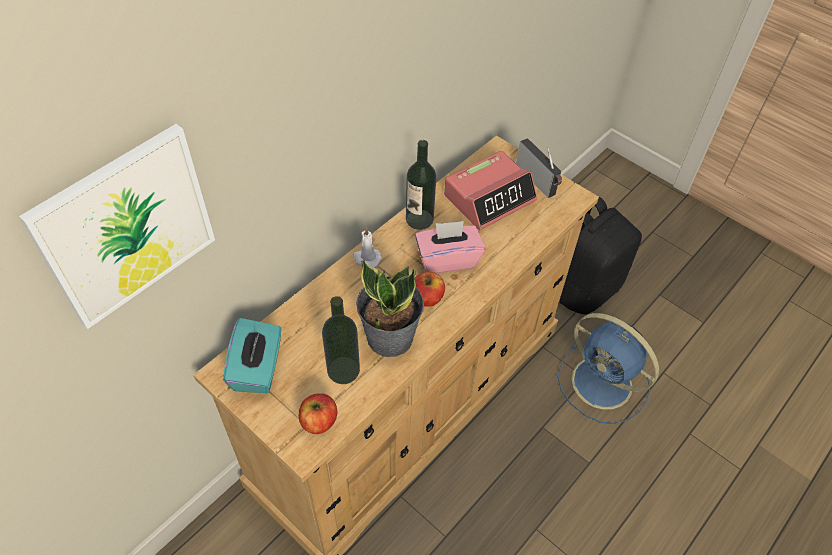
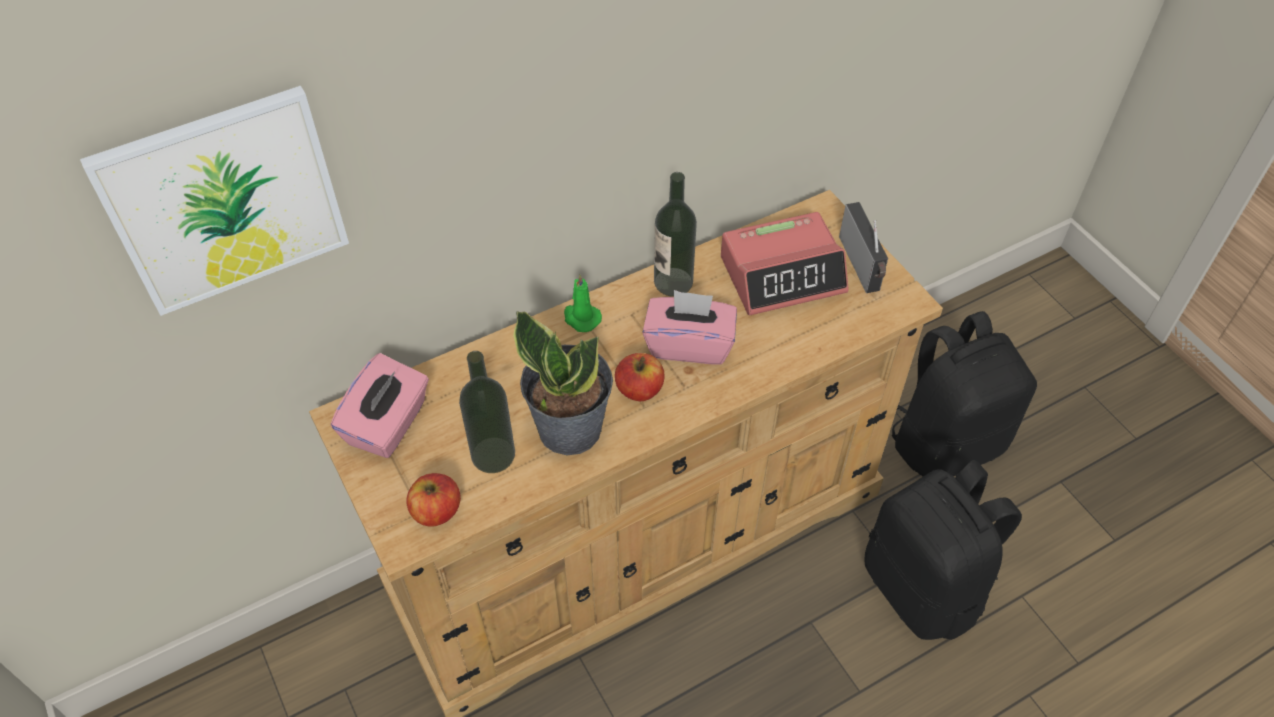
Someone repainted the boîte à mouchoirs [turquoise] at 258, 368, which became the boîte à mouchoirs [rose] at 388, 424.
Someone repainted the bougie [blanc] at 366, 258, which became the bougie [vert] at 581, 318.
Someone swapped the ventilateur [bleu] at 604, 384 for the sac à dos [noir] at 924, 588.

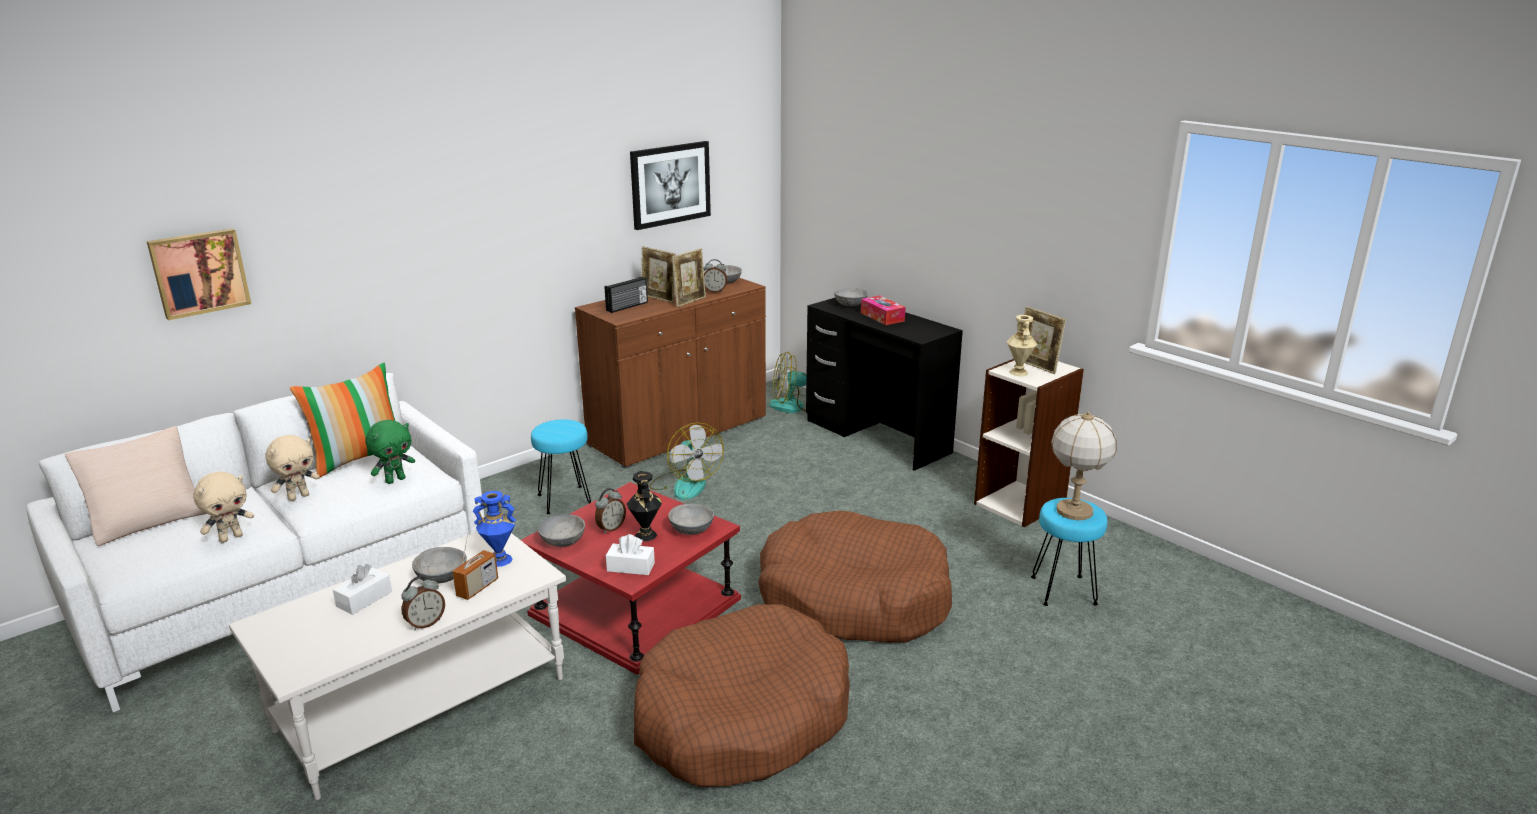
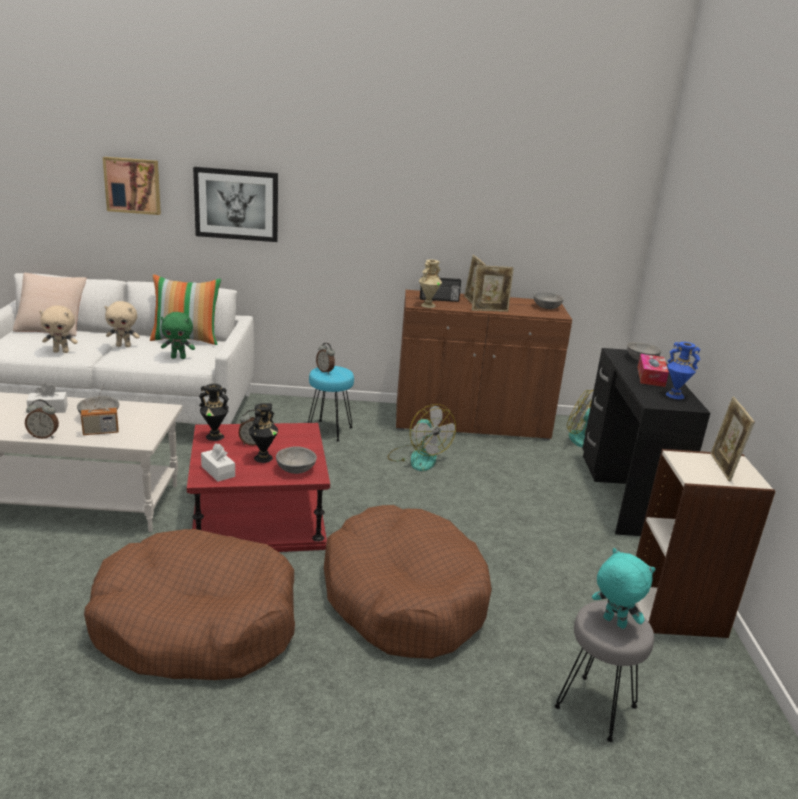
Someone carried the vase [bleu] from 499, 560 to 674, 395.
Someone swapped the bol [gris] at 563, 540 for the vase [noir] at 215, 436.
Someone carried the tableau from 670, 184 to 236, 204.
Someone rotated the ventilateur at 685, 484 by 45 degrees counterclockwise.
Someone carried the réveil from 715, 291 to 325, 371.
Someone carried the vase [beige] from 1018, 372 to 428, 305.
Someone repainted the tabouret [turquoise] at 1063, 591, which became the tabouret [gris] at 595, 708.
Someone swapped the lampe de table at 1073, 511 for the peluche [turquoise] at 613, 623.

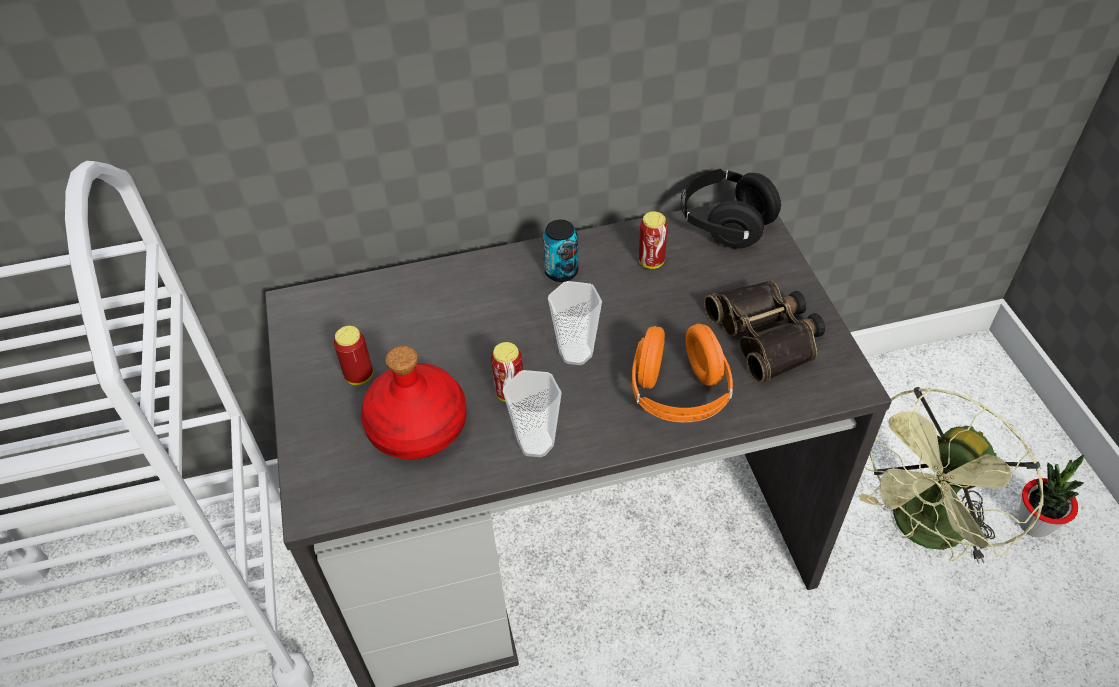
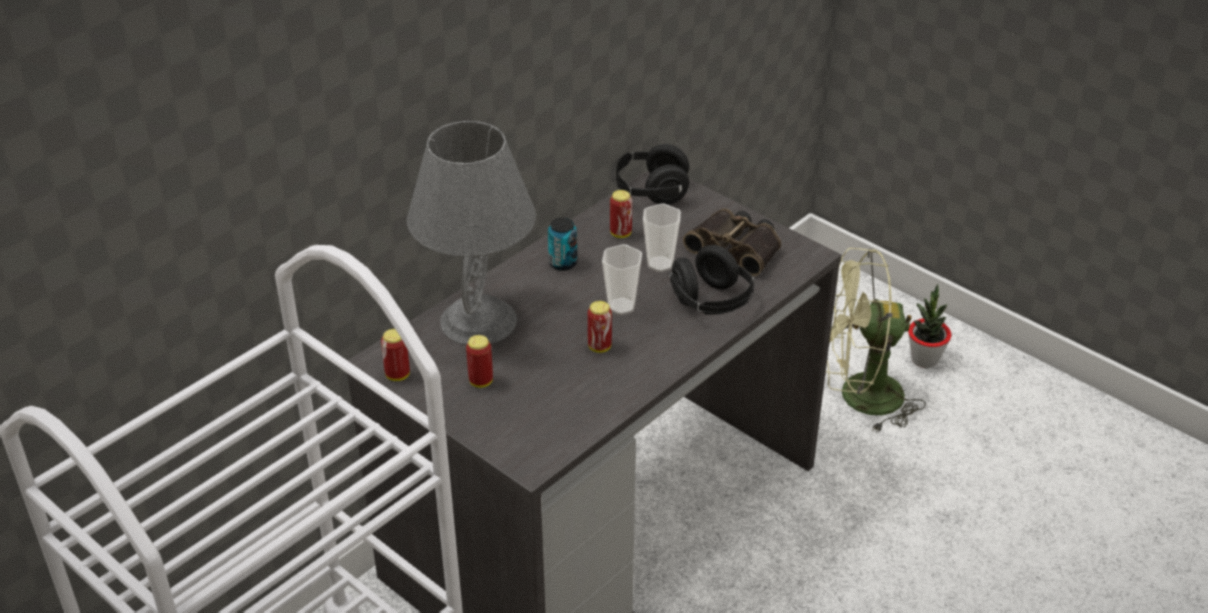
Someone took away the bouteille [rouge] at 419, 426.
Someone carried the tasse from 536, 443 to 660, 264.
Someone repainted the casque audio [orange] at 678, 394, which became the casque audio [noir] at 711, 302.
Someone rotated the ventilateur [vert] at 923, 532 by 75 degrees clockwise.
Someone put down the boîte métallique at 397, 375.
Someone put down the lampe de table [gris] at 478, 320.

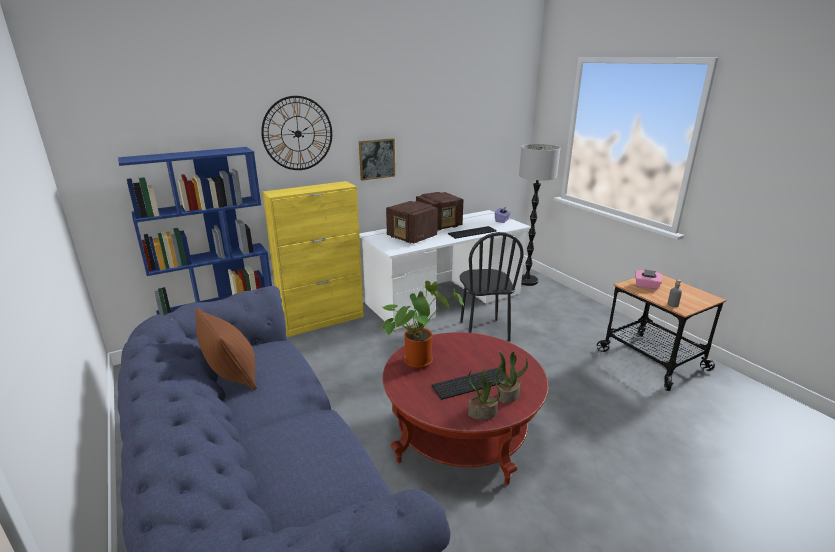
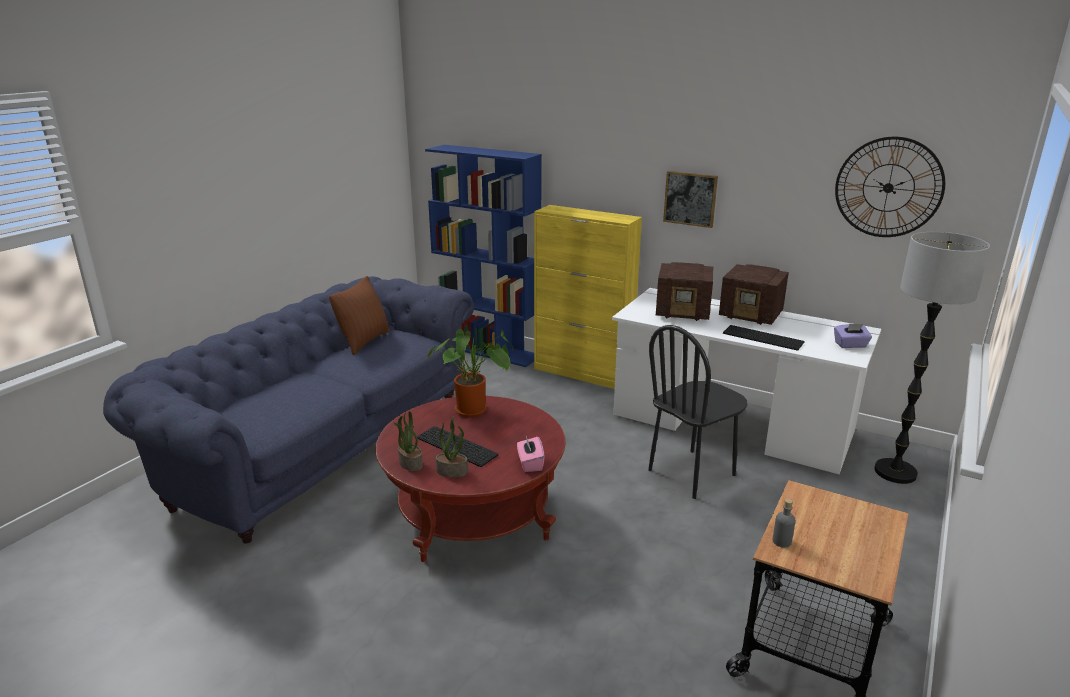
Someone carried the horloge murale from 298, 133 to 888, 188.
Someone rotated the radio at 412, 237 by 90 degrees counterclockwise.
Someone carried the boîte à mouchoirs [rose] from 646, 286 to 530, 463.

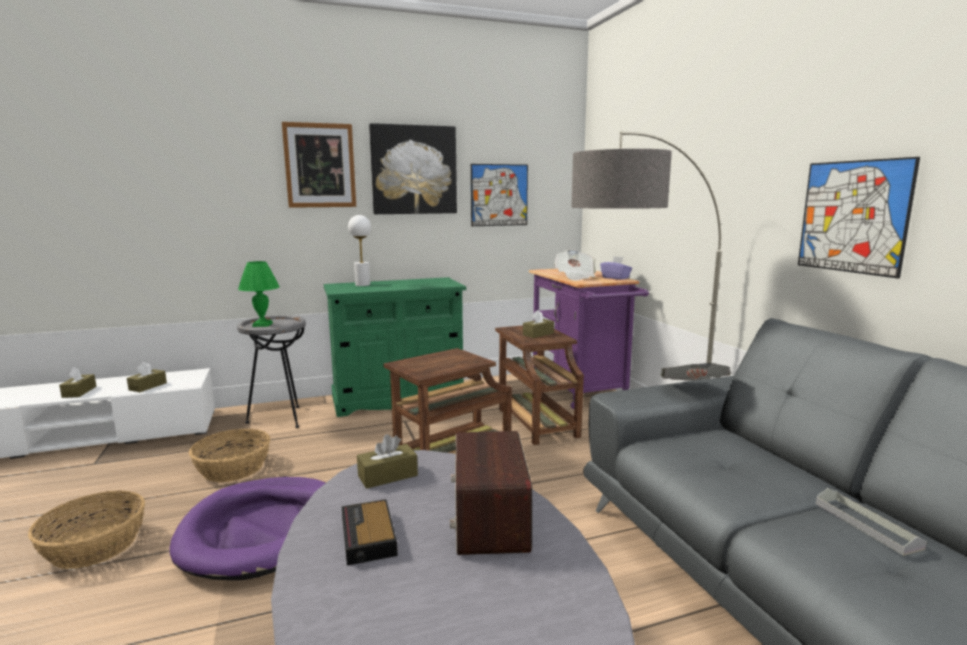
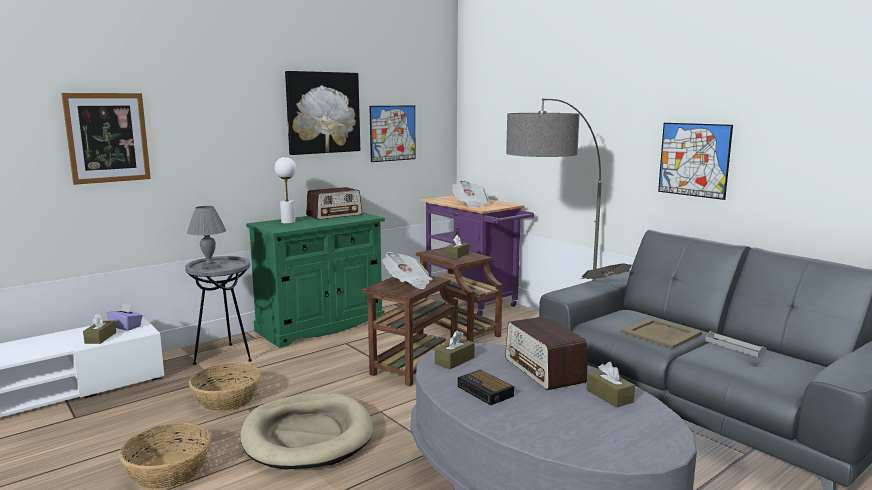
Someone carried the boîte à mouchoirs [marron] from 79, 392 to 609, 396.
Someone repainted the panier pour chien [violet] at 262, 530, which became the panier pour chien [beige] at 307, 435.
Someone repainted the lampe de table [vert] at 262, 325, which became the lampe de table [gris] at 209, 266.
Someone carried the tableau from 320, 165 to 107, 137.
Someone carried the boîte à mouchoirs [violet] from 615, 278 to 126, 327.
Someone put down the radio at 334, 215.
Someone put down the journal at 408, 283.
Someone put down the plateau [beige] at 660, 333.

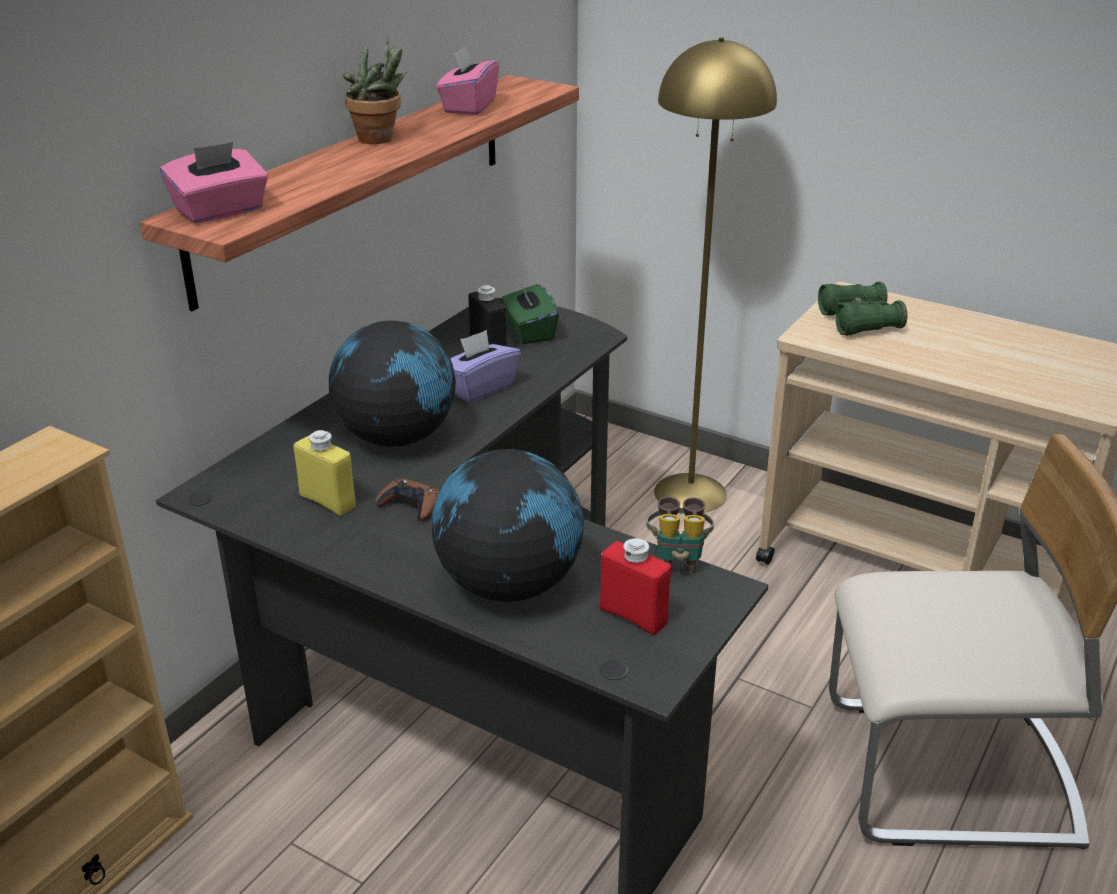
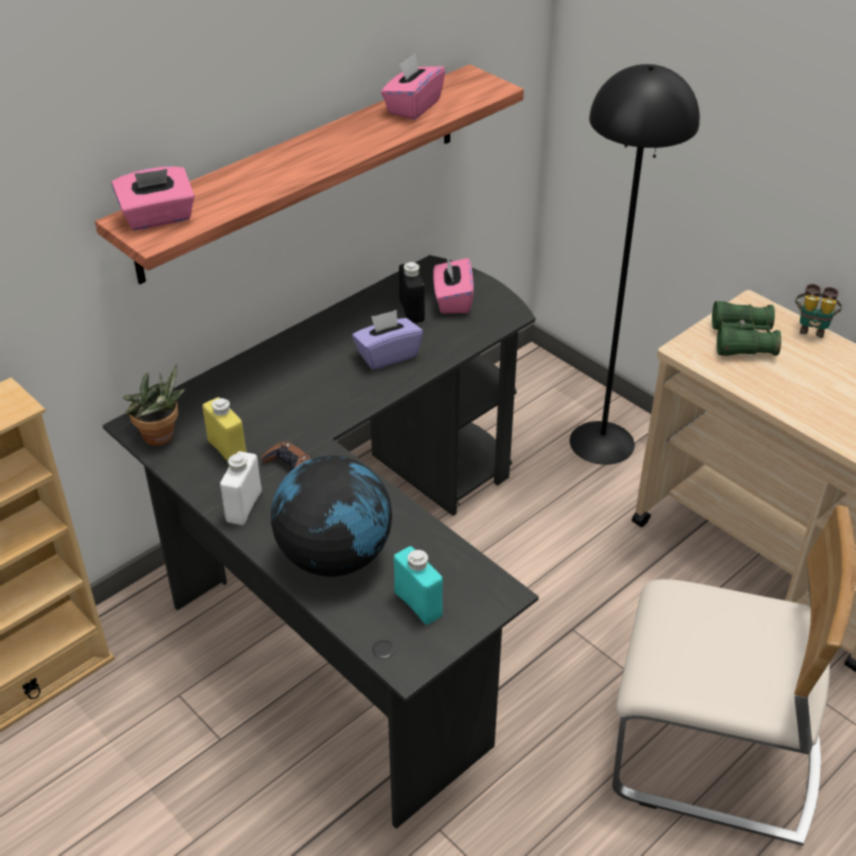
Someone took away the globe at 397, 437.
Someone carried the plante en pot from 380, 140 to 162, 438.
Someone repainted the boîte à mouchoirs [vert] at 529, 332, which became the boîte à mouchoirs [rose] at 452, 300.
Someone repainted the bouteille [rouge] at 633, 616, which became the bouteille [turquoise] at 418, 604.
Someone carried the jumelles from 678, 560 to 812, 328.
Someone repainted the lampadaire [jaune] at 690, 492, which became the lampadaire [noir] at 602, 442.
Someone put down the bouteille [blanc] at 244, 507.

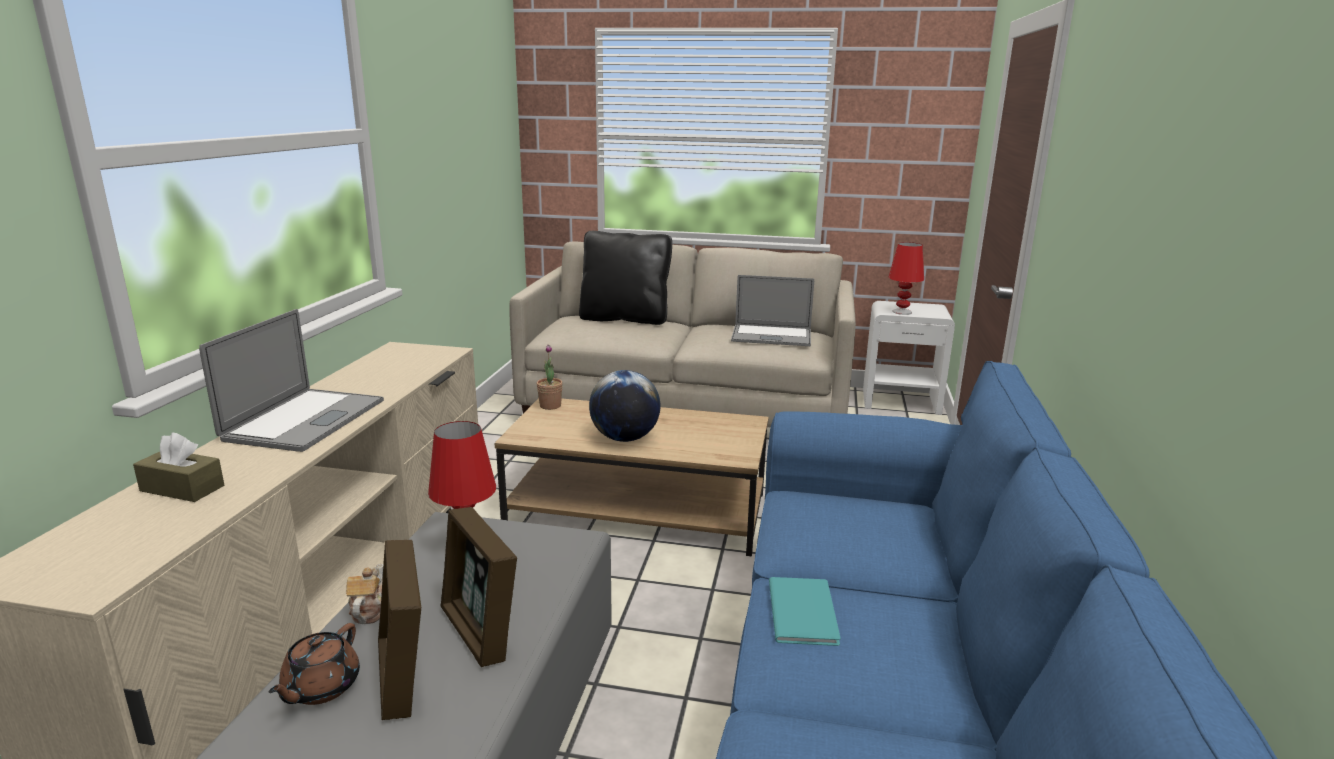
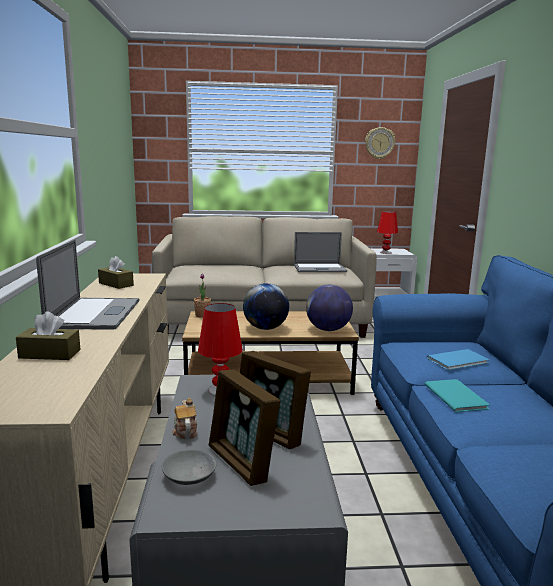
Someone swapped the théière [marron] at 320, 688 for the bol [gris] at 190, 476.
Someone took away the coussin [noir] at 625, 319.
Someone put down the boîte à mouchoirs [marron] at 116, 284.
Someone put down the globe at 328, 329.
Someone put up the horloge murale at 379, 143.
Someone put down the livre [bleu] at 459, 361.

